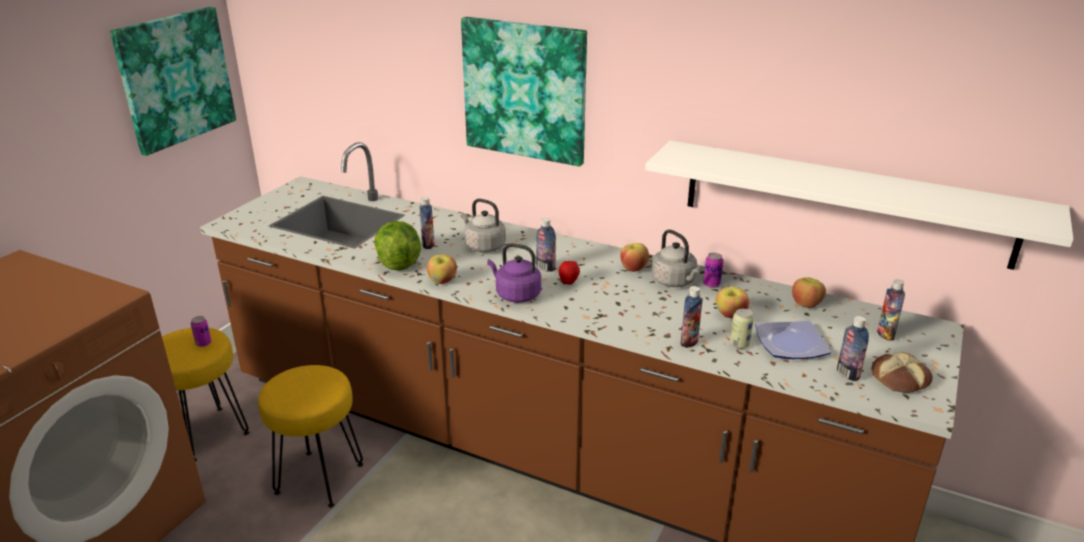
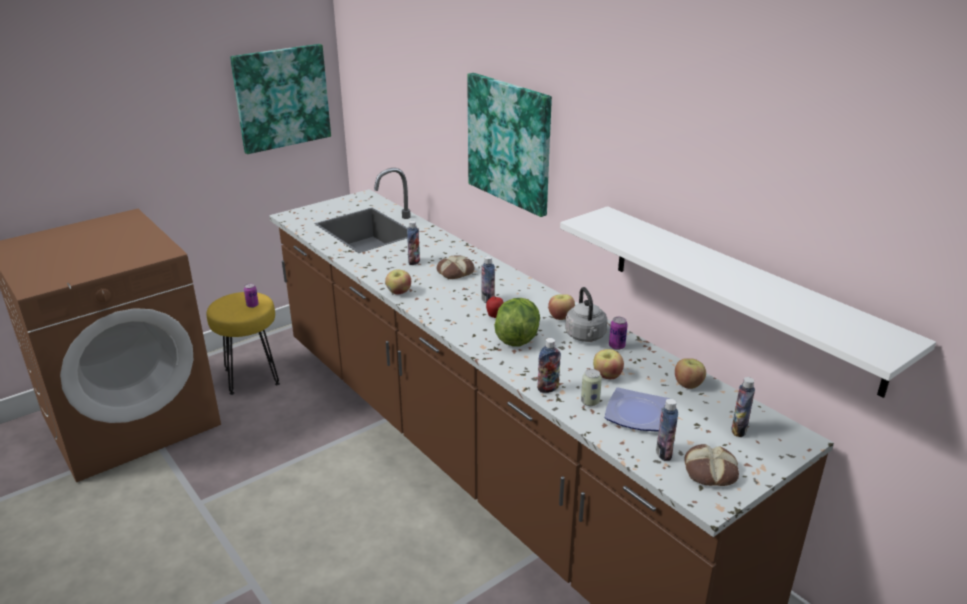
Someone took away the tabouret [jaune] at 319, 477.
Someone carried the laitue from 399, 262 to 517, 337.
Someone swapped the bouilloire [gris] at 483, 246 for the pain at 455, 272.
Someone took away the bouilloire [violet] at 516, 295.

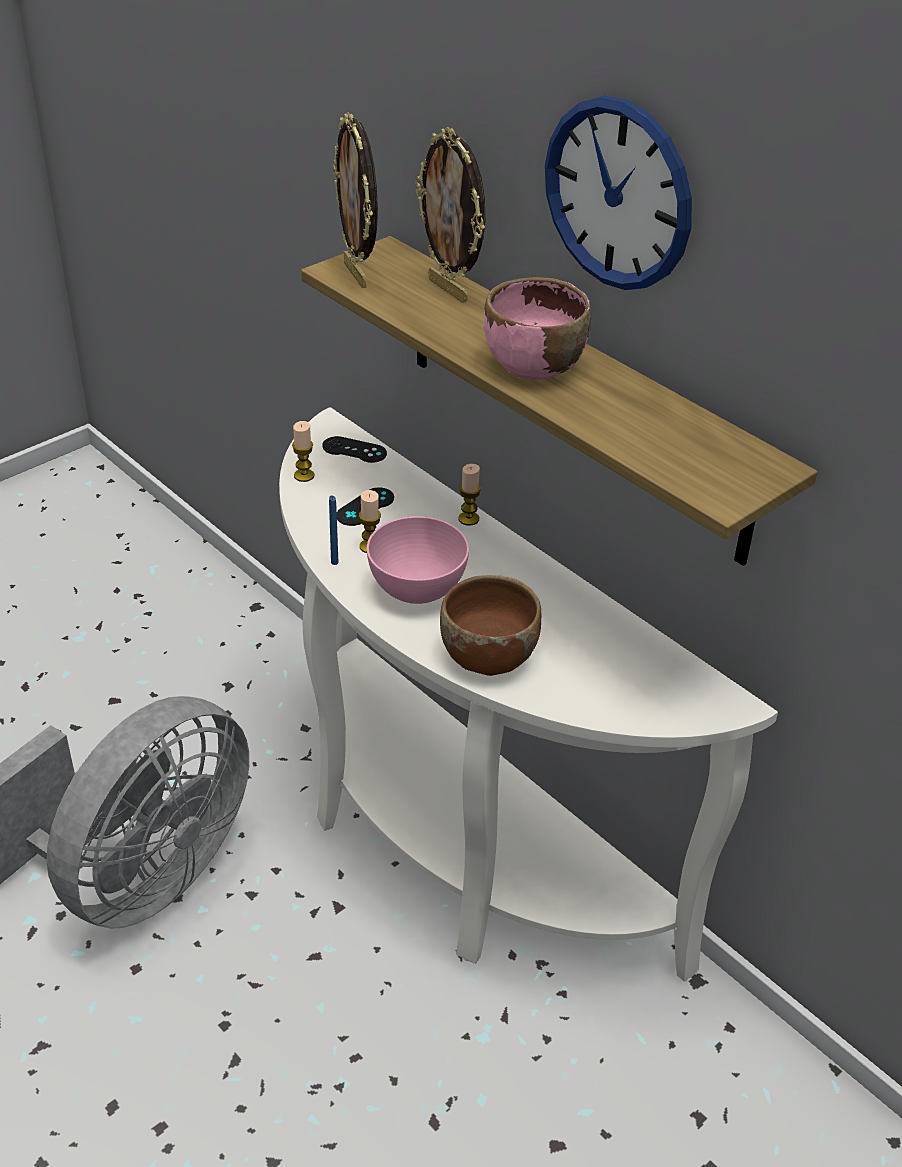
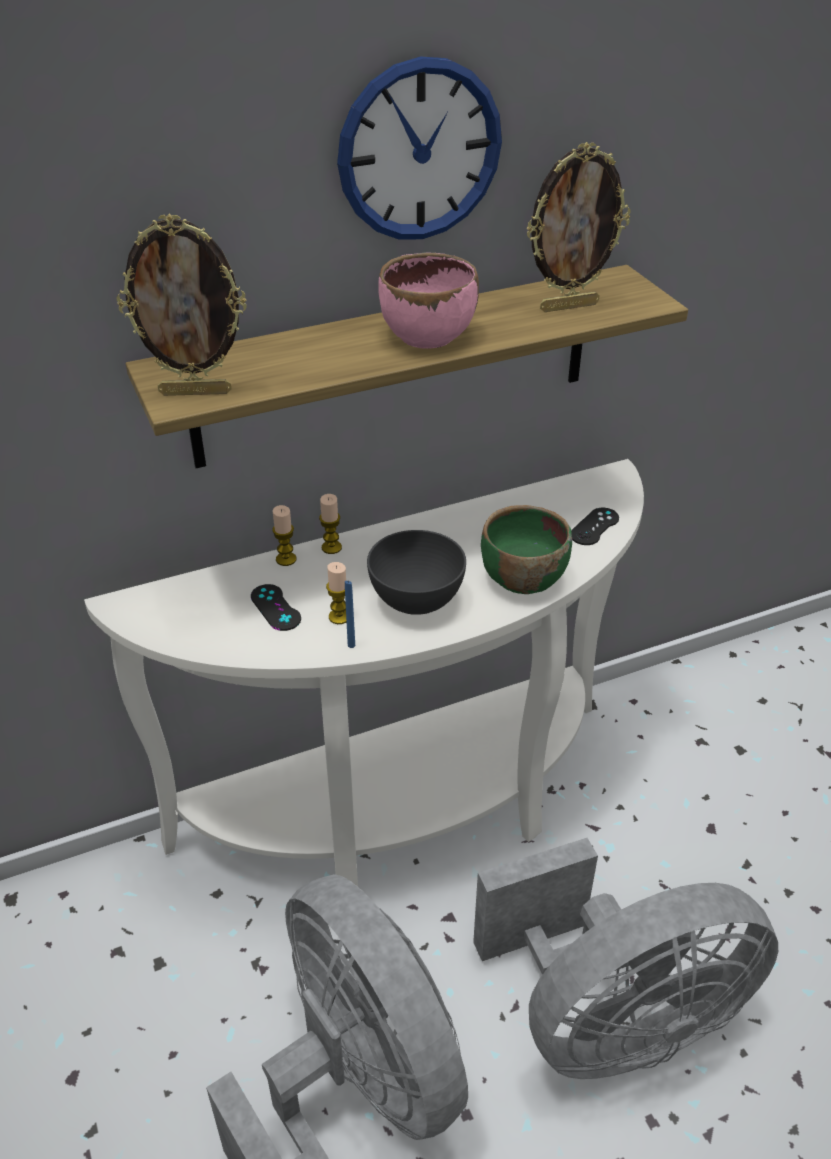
Someone carried the bougie from 304, 476 to 286, 559.
Someone carried the manette [noir] from 354, 450 to 594, 527.
Someone repainted the bol [rose] at 416, 589, which became the bol [gris] at 416, 600.
Someone carried the cadre photo from 450, 290 to 568, 306.
Someone repainted the bol [marron] at 488, 656, which became the bol [vert] at 522, 578.
Someone put down the ventilateur [gris] at 612, 1021.

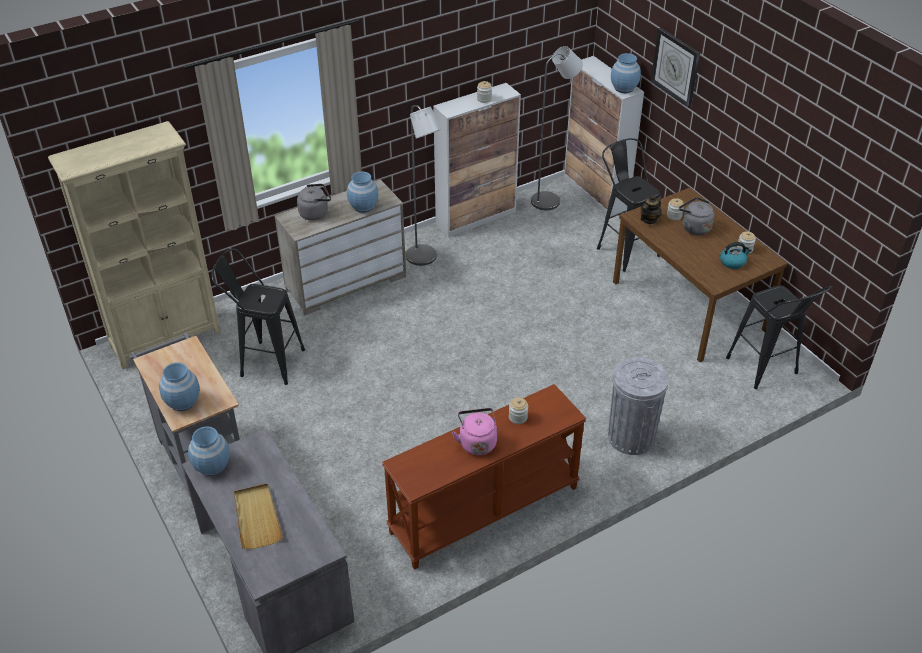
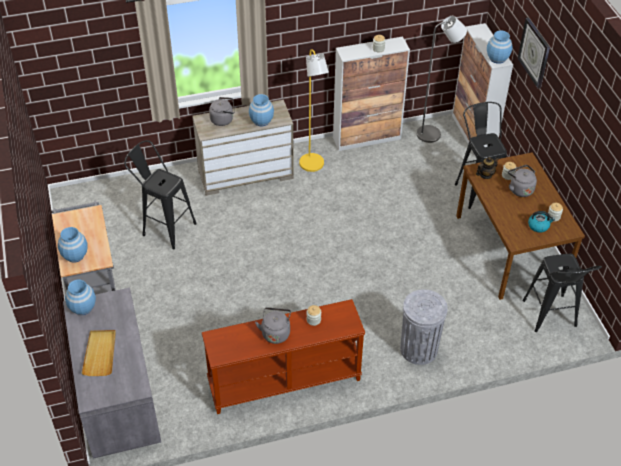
Someone took away the bibliothèque [beige] at 166, 338.
Someone repainted the lampadaire [gris] at 424, 259, which became the lampadaire [jaune] at 313, 166.
Someone repainted the bouilloire [rose] at 477, 442, which became the bouilloire [gris] at 275, 332.

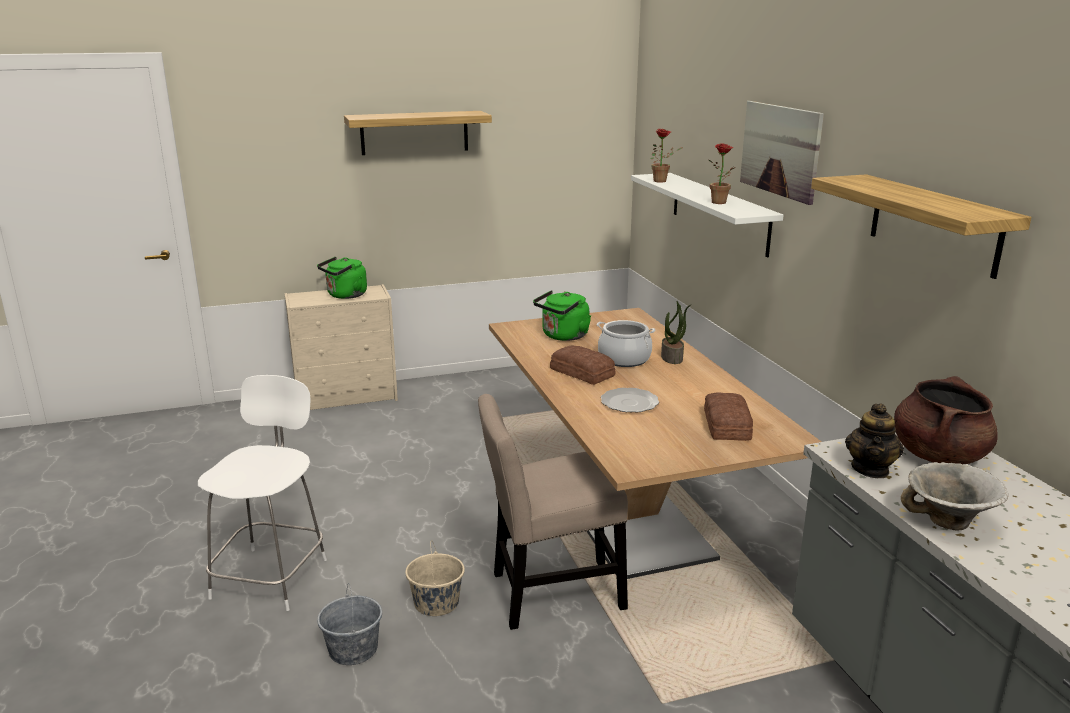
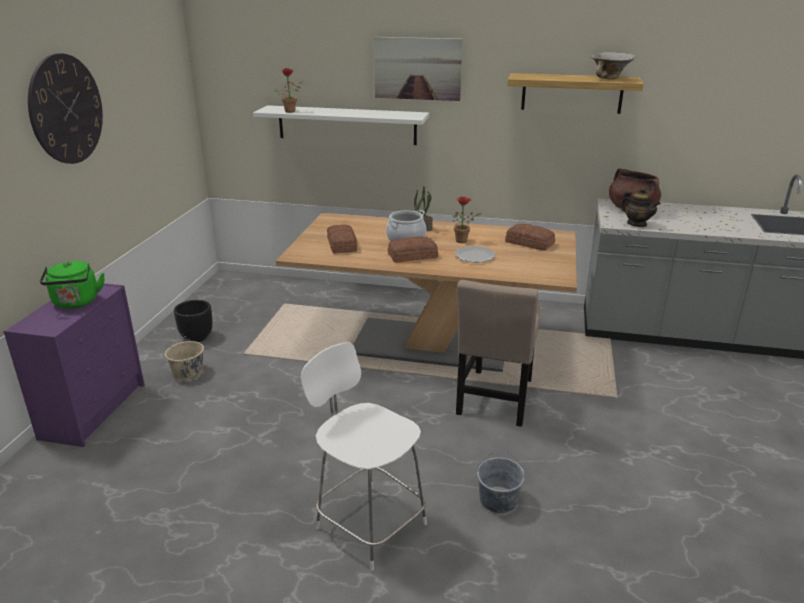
Someone repainted the commode [beige] at 348, 397, which became the commode [violet] at 94, 410.
Someone swapped the étagère at 414, 132 for the horloge murale at 66, 109.
Someone carried the seau [beige] from 436, 603 to 188, 373.
Someone swapped the bouilloire [vert] at 563, 336 for the pain at 341, 245.
Someone carried the plante en pot from 721, 203 to 464, 240.
Someone carried the bol from 948, 523 to 610, 78.
Someone put down the cache-pot [noir] at 197, 337.

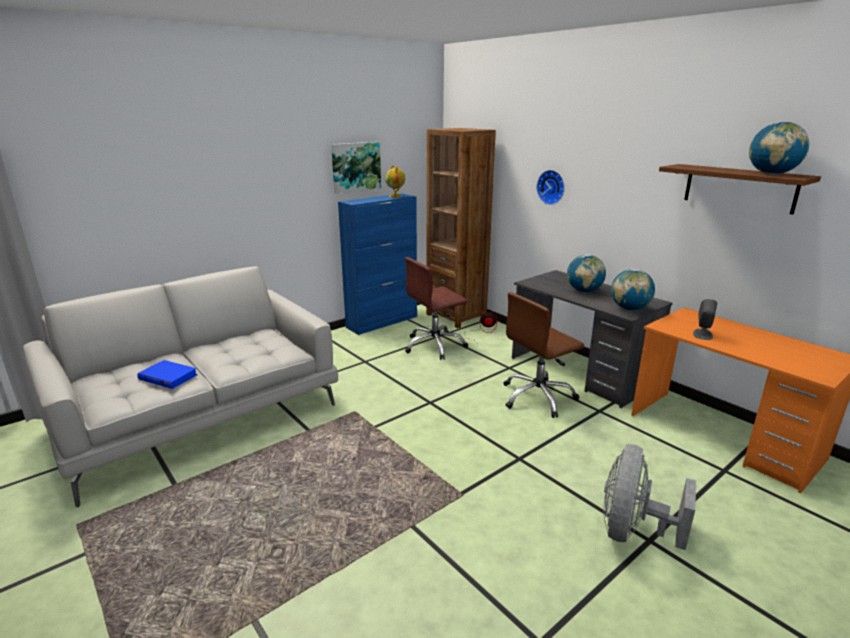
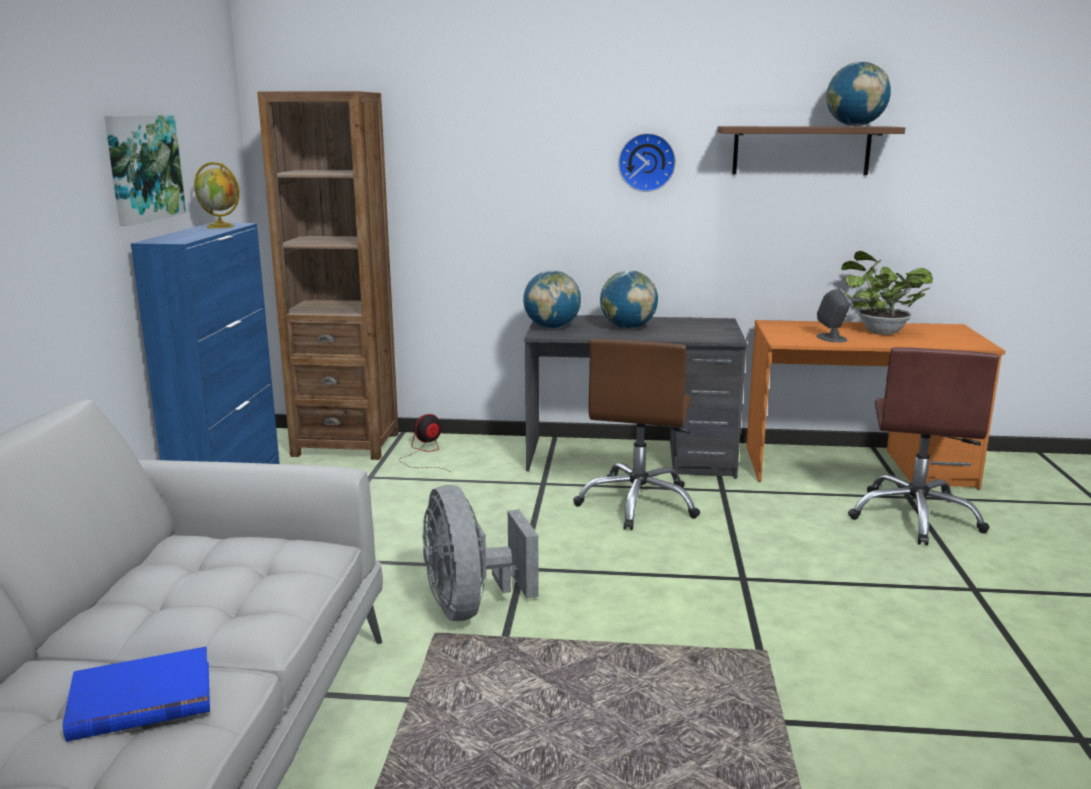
Someone carried the chaise de bureau [marron] from 434, 346 to 915, 517.
Someone carried the horloge murale from 552, 187 to 646, 162.
Someone carried the ventilateur [gris] from 632, 530 to 470, 606.
Someone carried the globe from 629, 309 to 552, 328.
Someone put down the plante en pot at 878, 331.

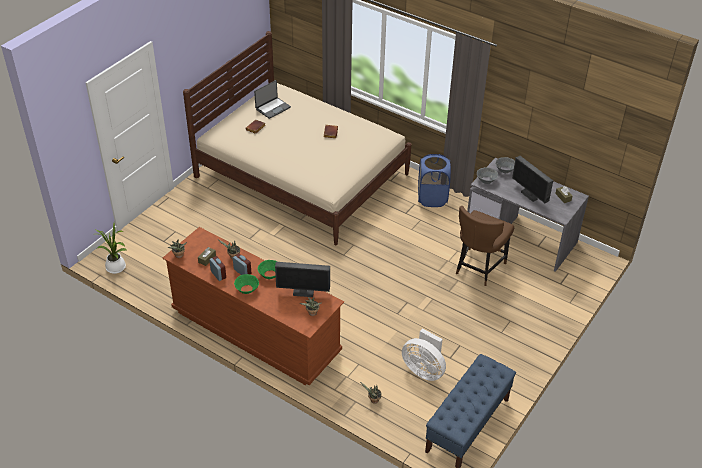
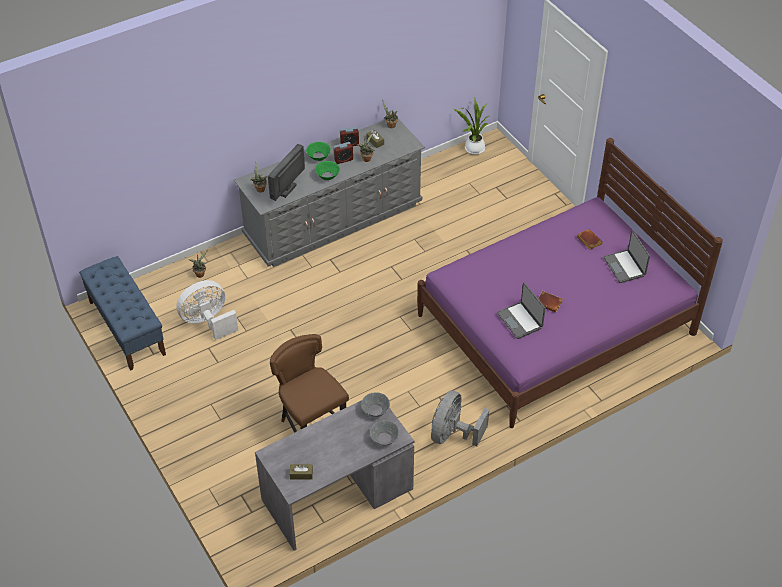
Someone repainted the commode [marron] at 256, 331, which became the commode [gris] at 333, 220.
Someone repainted the lit [beige] at 302, 175, which became the lit [violet] at 555, 324.
Someone swapped the panier à linge [bleu] at 432, 198 for the ventilateur [gris] at 452, 434.
Someone took away the écran d'ordinateur at 529, 195.
Someone put down the ordinateur portable at 520, 320.

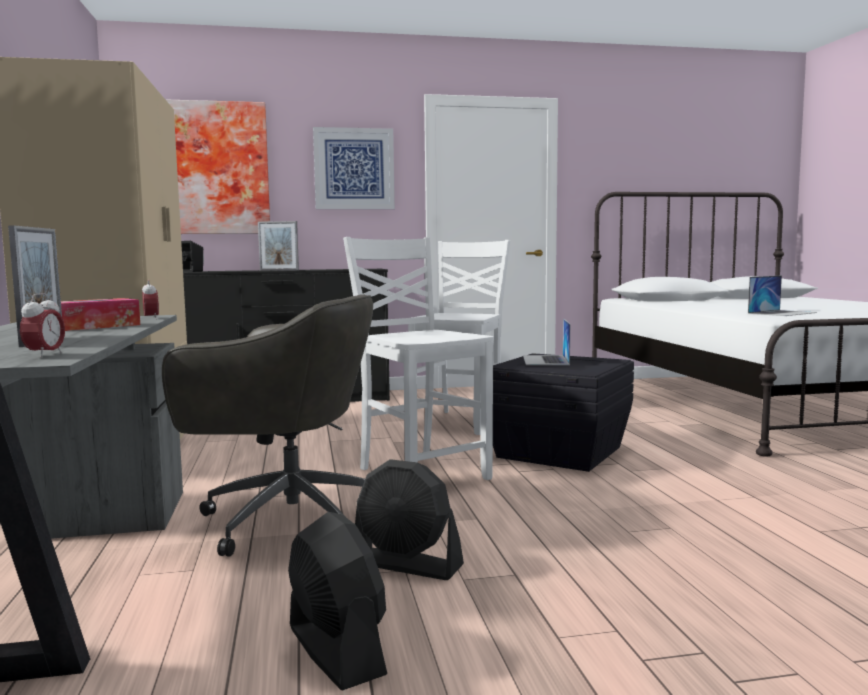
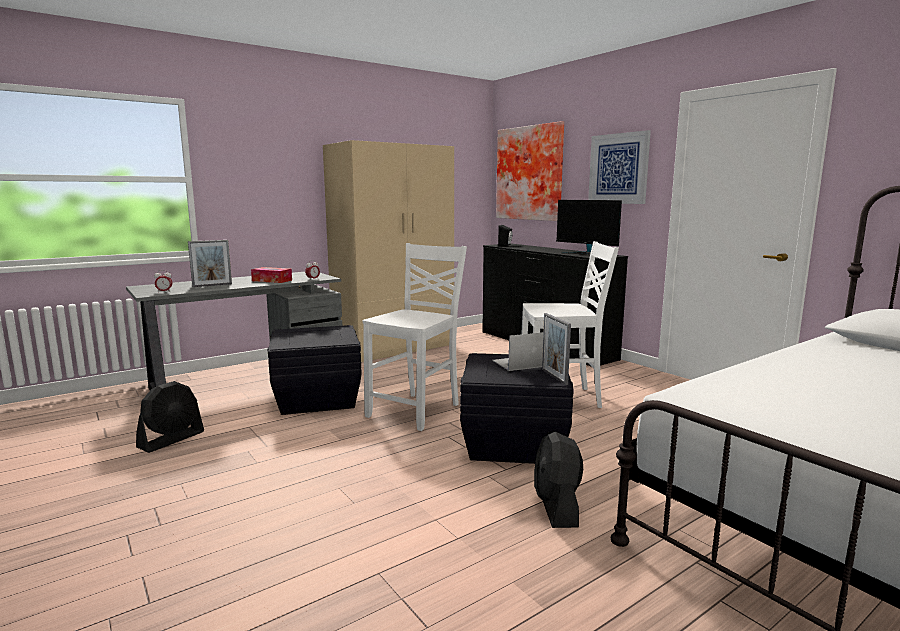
Someone swapped the chaise de bureau [gris] at 286, 519 for the boîte de rangement [noir] at 316, 398.
Someone carried the cadre photo from 279, 270 to 554, 377.
Someone carried the ventilateur [noir] from 407, 565 to 556, 507.
Someone took away the ordinateur portable at 782, 313.
Someone put down the écran d'ordinateur at 586, 254.

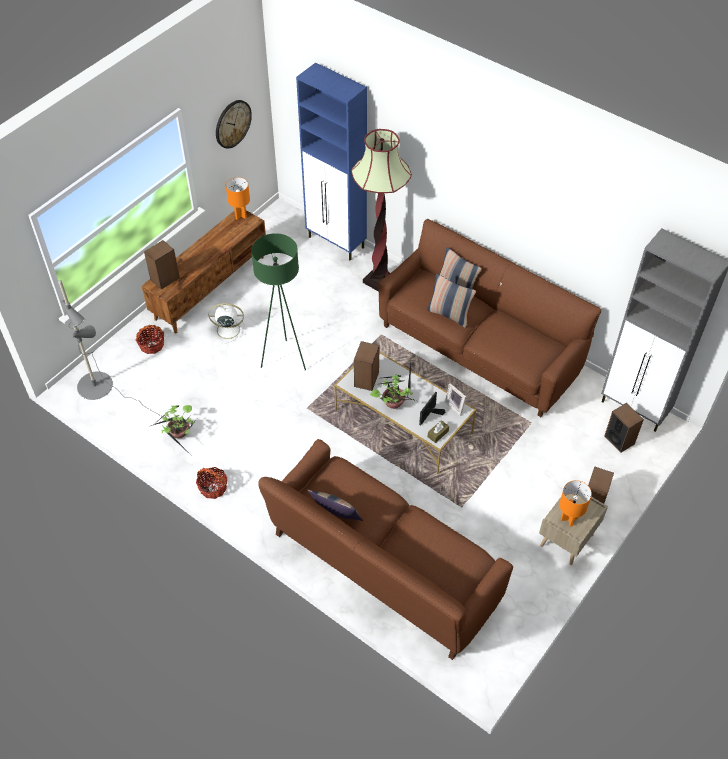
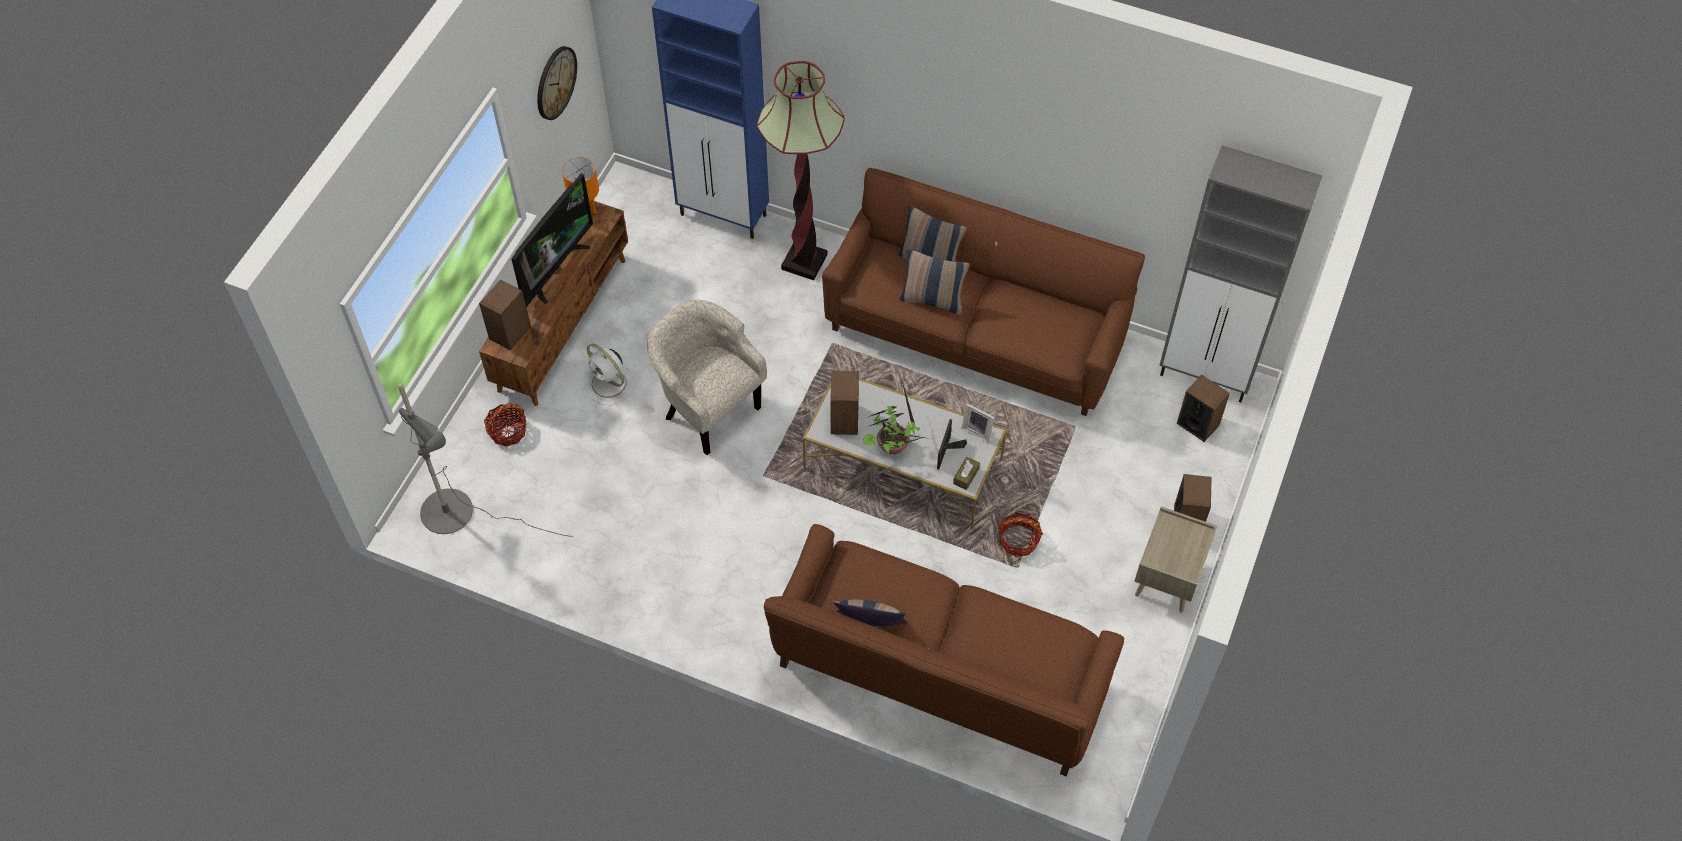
Someone took away the plante en pot at 180, 434.
Someone carried the panier from 213, 487 to 1018, 541.
Someone rotated the ventilateur [blanc] at 227, 330 by 120 degrees counterclockwise.
Someone swapped the lampadaire [vert] at 284, 359 for the fauteuil [beige] at 708, 410.
Someone took away the lampe de table [orange] at 569, 519.
Someone put down the téléviseur at 555, 269.

